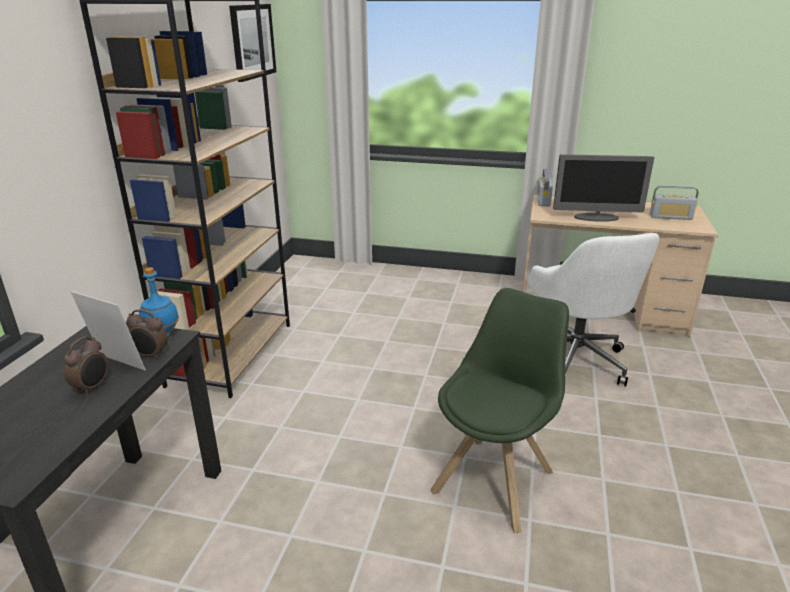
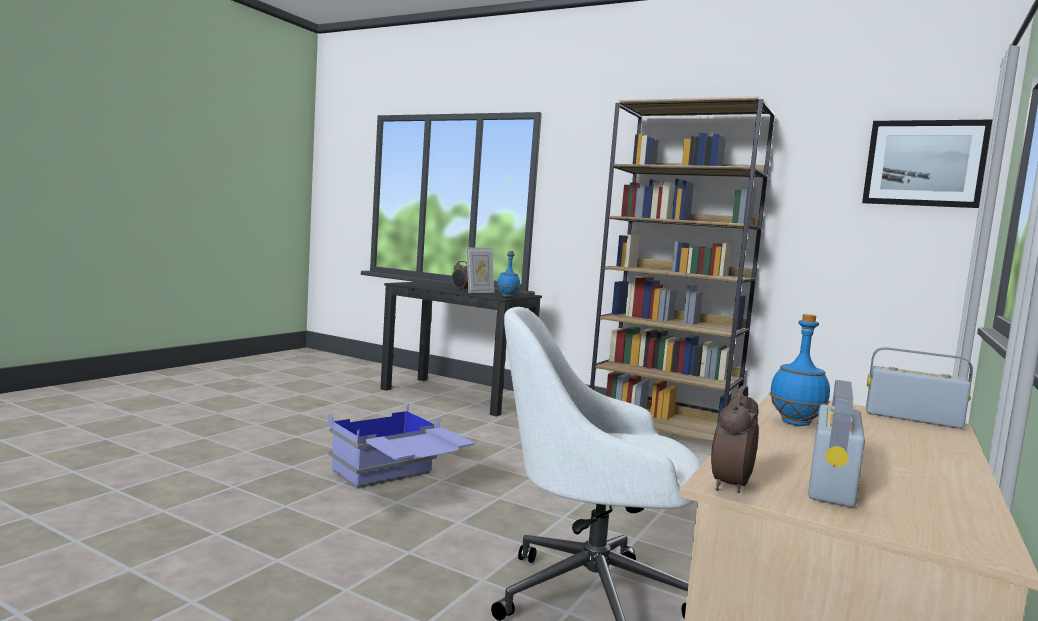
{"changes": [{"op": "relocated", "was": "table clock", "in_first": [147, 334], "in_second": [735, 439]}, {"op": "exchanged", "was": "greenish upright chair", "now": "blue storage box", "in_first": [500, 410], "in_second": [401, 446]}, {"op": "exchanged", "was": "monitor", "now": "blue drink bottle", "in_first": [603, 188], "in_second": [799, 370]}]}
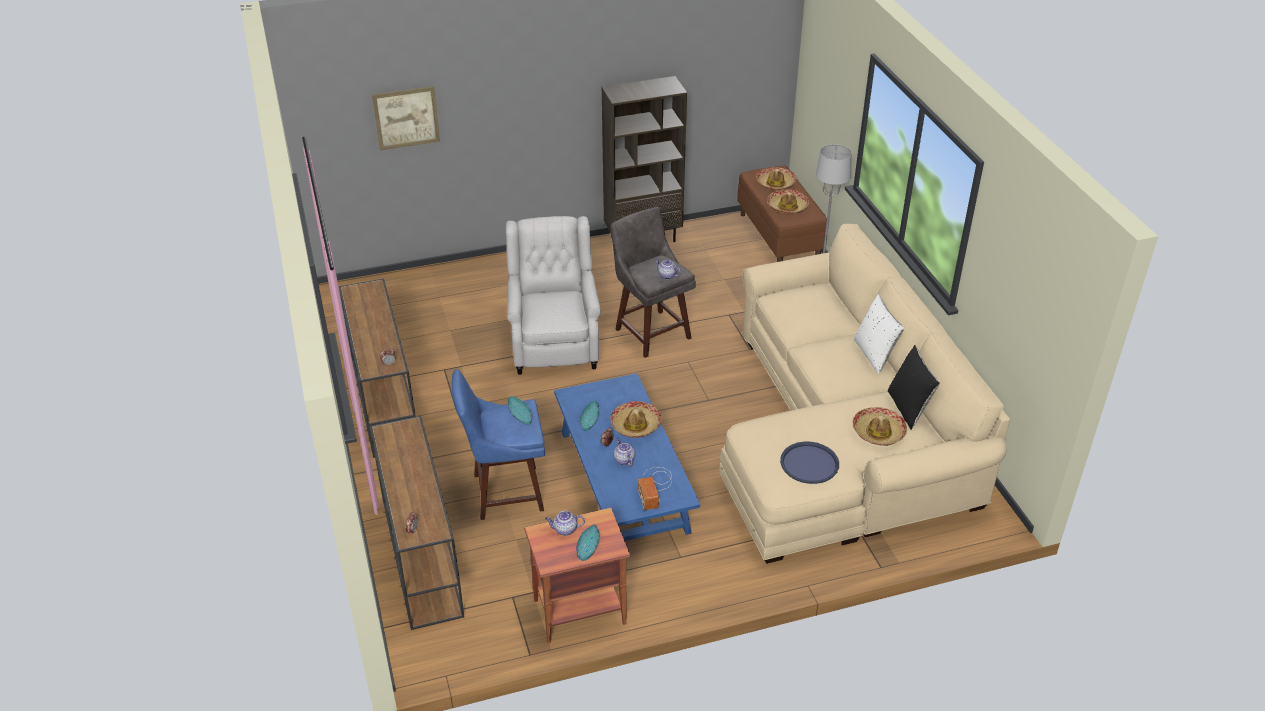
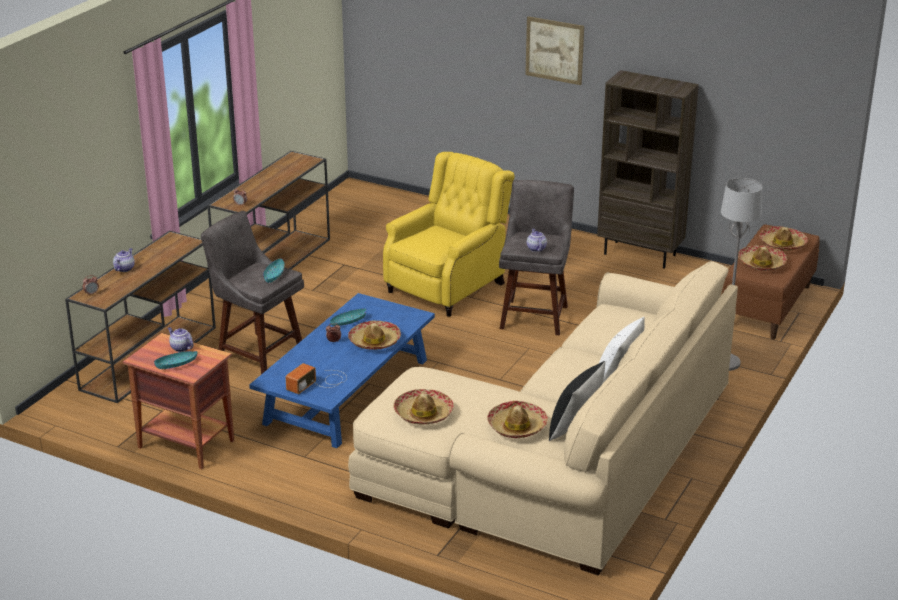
{"changes": [{"op": "relocated", "was": "picture", "in_first": [406, 118], "in_second": [554, 50]}, {"op": "relocated", "was": "tea pot", "in_first": [624, 452], "in_second": [124, 260]}, {"op": "exchanged", "was": "blue tray", "now": "clothing hat", "in_first": [809, 463], "in_second": [424, 407]}, {"op": "colour", "was": "blue stool", "now": "greyish stool", "in_first": [498, 444], "in_second": [252, 292]}, {"op": "colour", "was": "white armchair", "now": "yellowish armchair", "in_first": [553, 295], "in_second": [449, 234]}]}
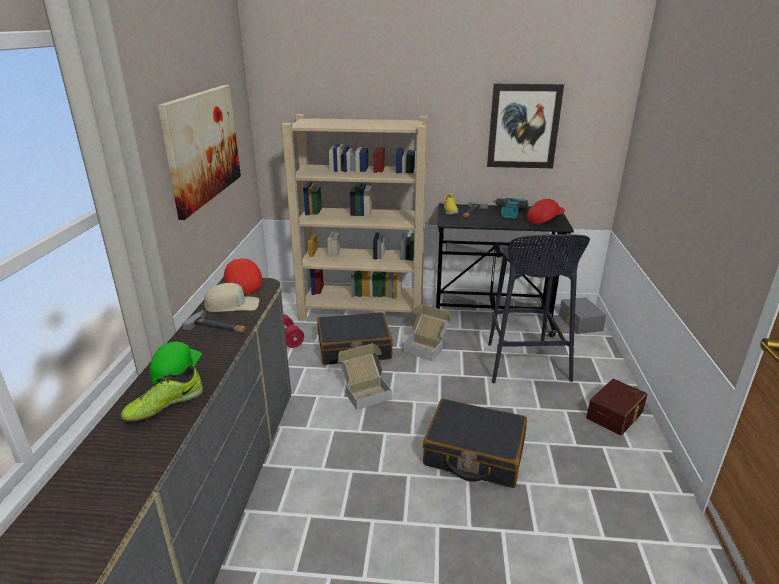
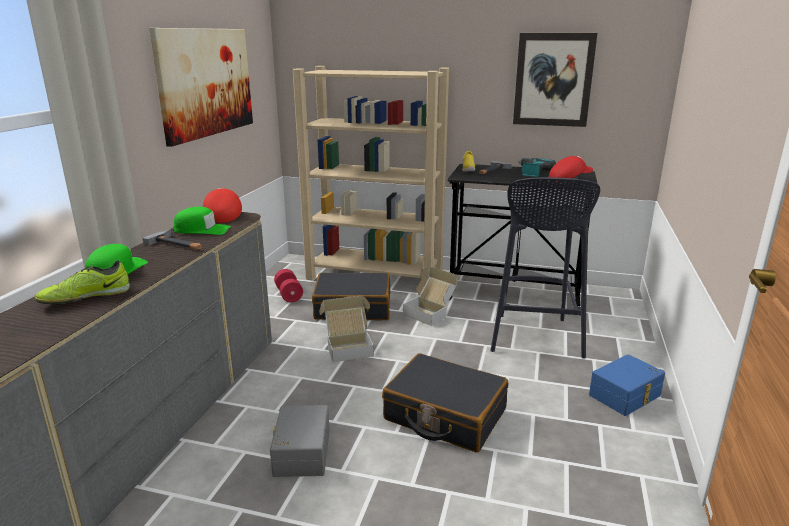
{"changes": [{"op": "relocated", "was": "greyish storage box", "in_first": [582, 315], "in_second": [300, 441]}, {"op": "colour", "was": "beige peaked cap", "now": "greenish peaked cap", "in_first": [231, 297], "in_second": [202, 221]}, {"op": "colour", "was": "brown-coloured storage box", "now": "blue storage box", "in_first": [616, 407], "in_second": [627, 385]}]}
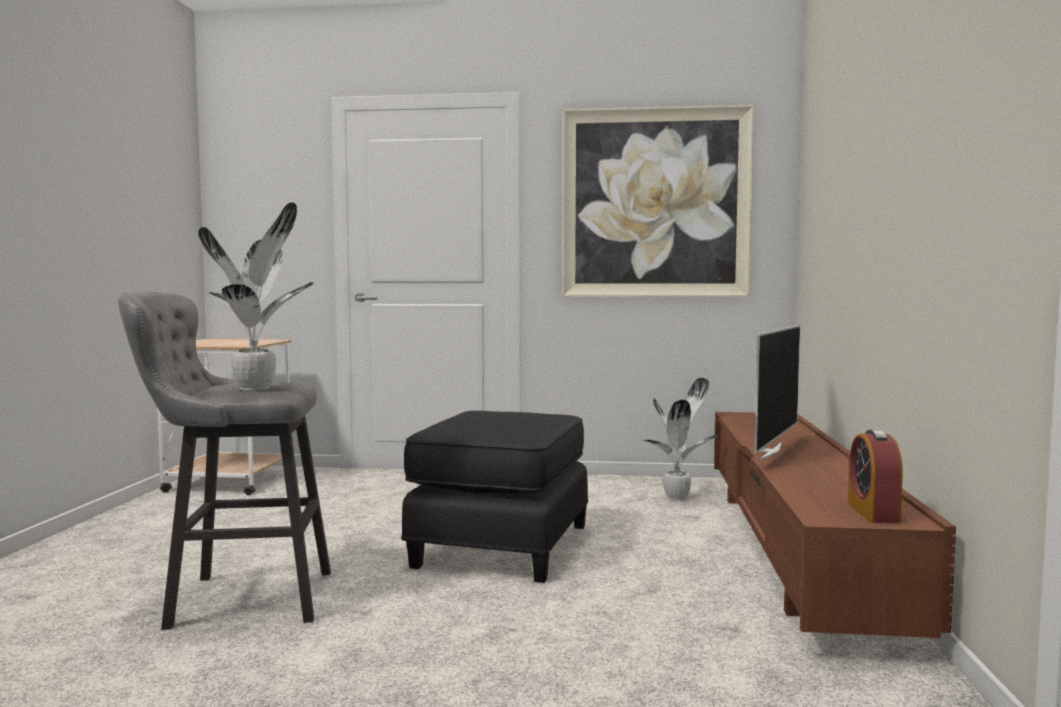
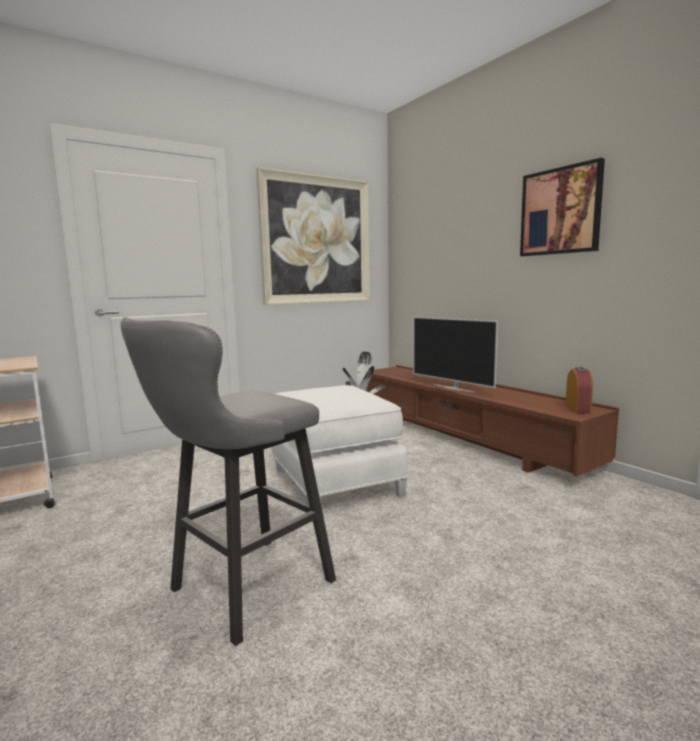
{"changes": [{"op": "missing", "was": "potted plant", "in_first": [256, 296]}, {"op": "appeared", "now": "picture", "in_second": [562, 207]}, {"op": "colour", "was": "black-coloured ottoman", "now": "white ottoman", "in_first": [494, 497], "in_second": [339, 443]}, {"op": "spun", "was": "television", "in_first": [777, 392], "in_second": [455, 355], "clockwise": 150}, {"op": "spun", "was": "table clock", "in_first": [875, 476], "in_second": [579, 390], "clockwise": -135}]}
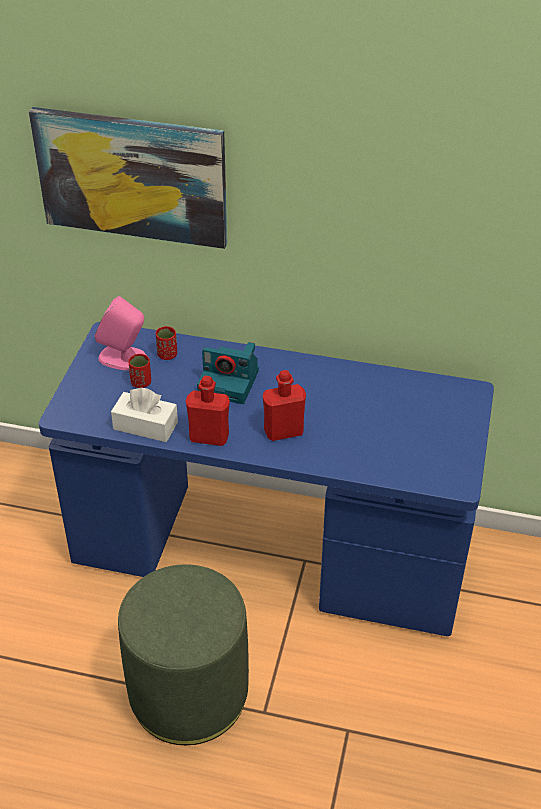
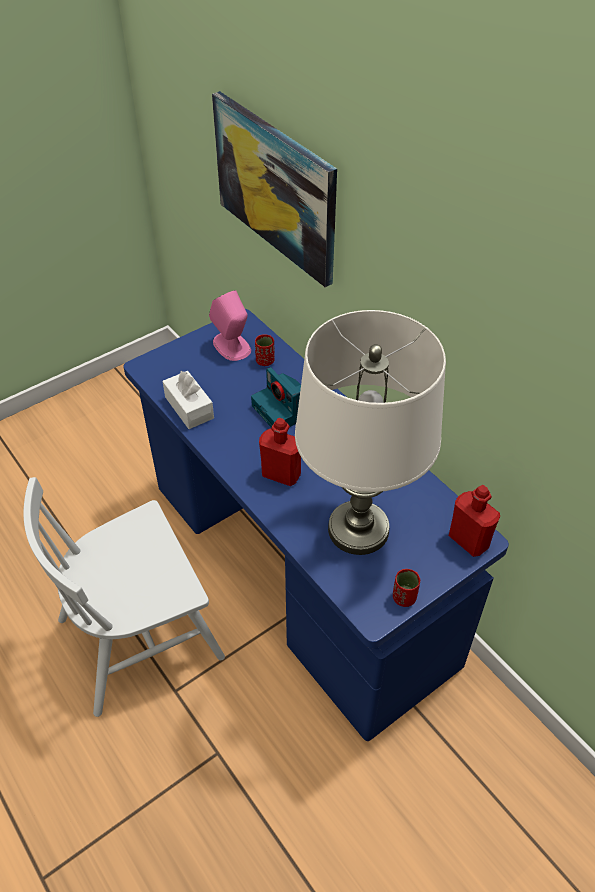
{"changes": [{"op": "appeared", "now": "white lamp for a table", "in_second": [370, 432]}, {"op": "relocated", "was": "reddish small cup", "in_first": [139, 371], "in_second": [407, 588]}, {"op": "relocated", "was": "reddish drink bottle", "in_first": [208, 411], "in_second": [474, 521]}, {"op": "exchanged", "was": "greenish ottoman", "now": "white upright chair", "in_first": [183, 654], "in_second": [124, 597]}]}
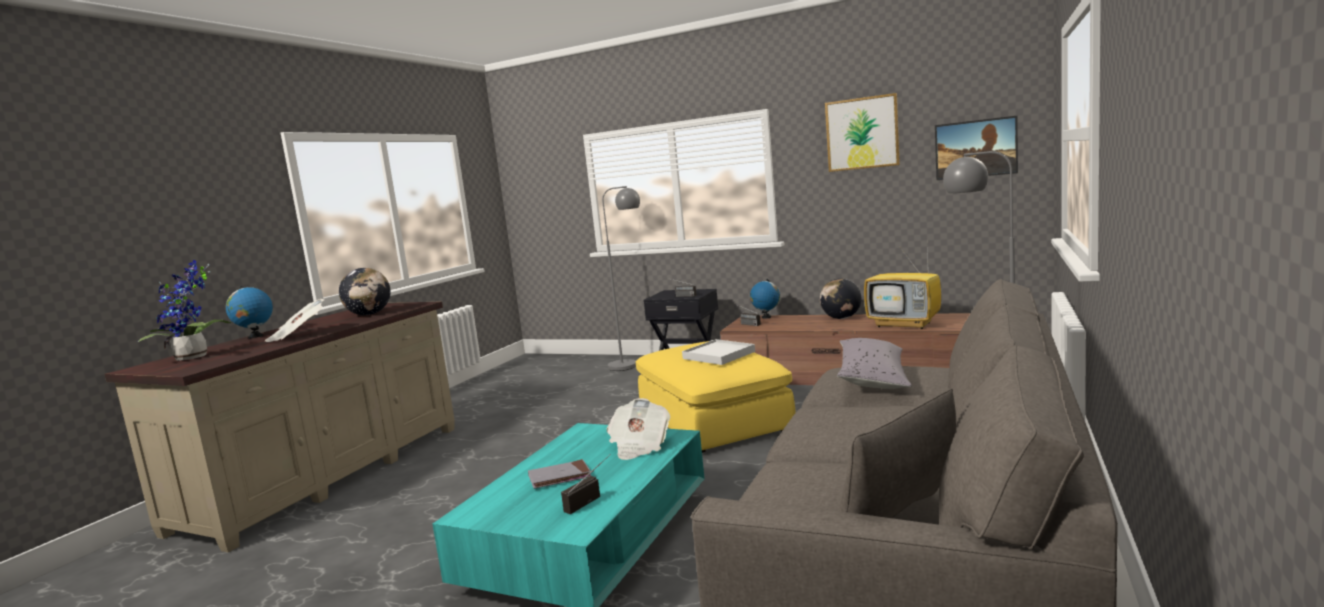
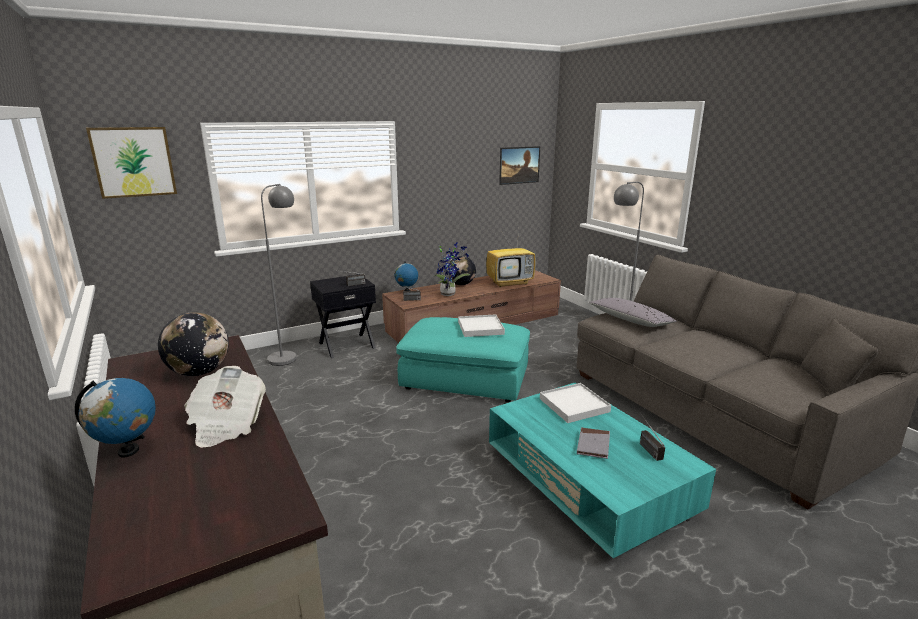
{"changes": [{"op": "relocated", "was": "potted plant", "in_first": [184, 310], "in_second": [452, 269]}, {"op": "relocated", "was": "picture", "in_first": [862, 132], "in_second": [131, 163]}, {"op": "exchanged", "was": "daily paper", "now": "white tray", "in_first": [639, 429], "in_second": [575, 403]}, {"op": "colour", "was": "yellowish ottoman", "now": "turquoise ottoman", "in_first": [716, 397], "in_second": [463, 359]}]}
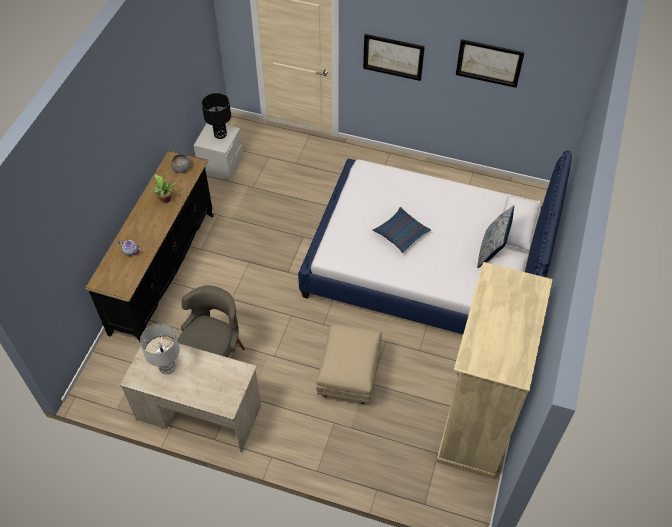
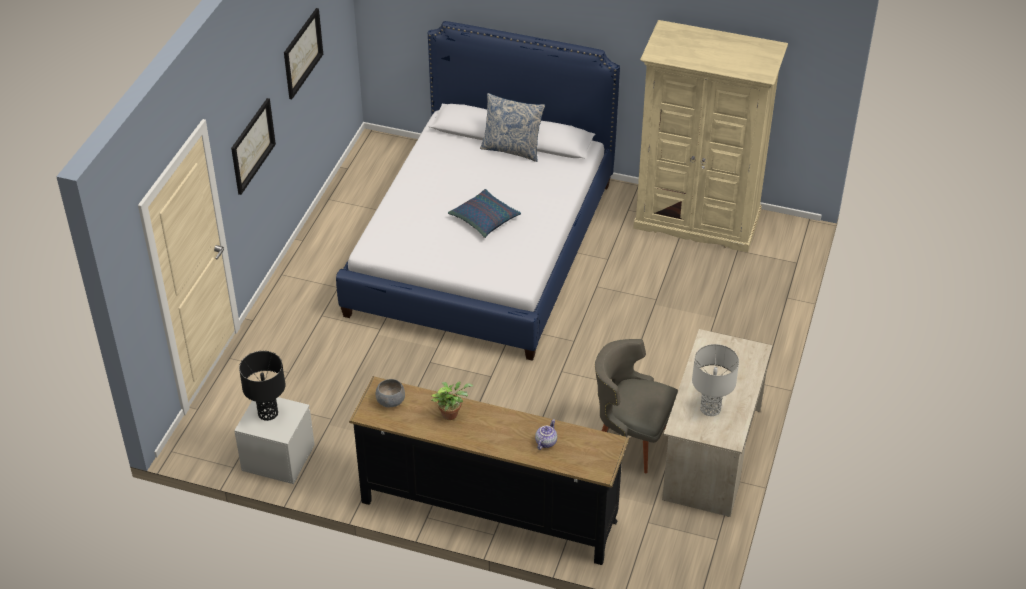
{"changes": [{"op": "missing", "was": "beige ottoman", "in_first": [349, 363]}]}
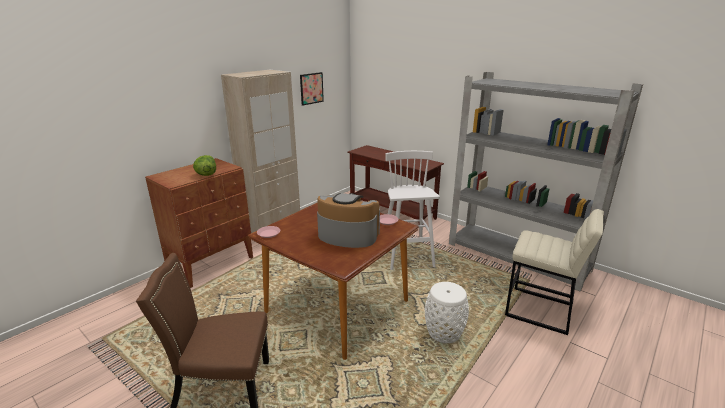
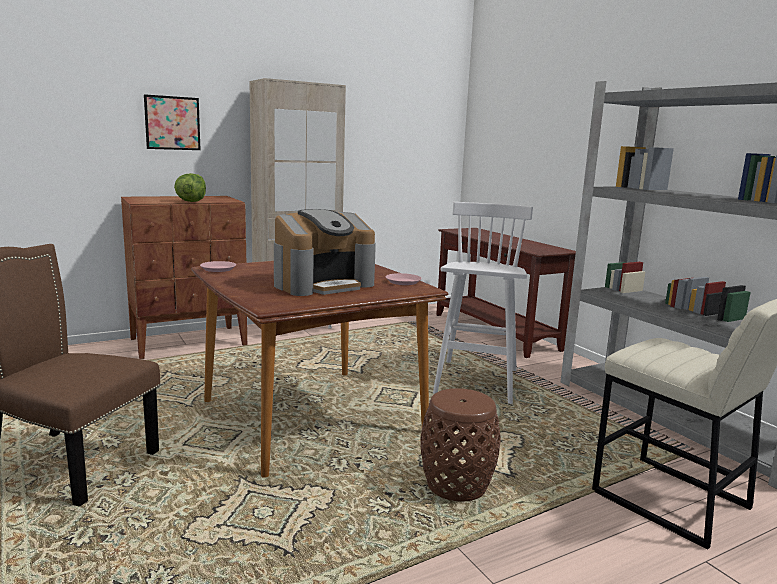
{"changes": [{"op": "relocated", "was": "picture", "in_first": [312, 89], "in_second": [172, 122]}, {"op": "colour", "was": "white stool", "now": "brown-coloured stool", "in_first": [447, 312], "in_second": [460, 445]}, {"op": "spun", "was": "coffee brewer", "in_first": [348, 220], "in_second": [325, 252], "clockwise": 105}]}
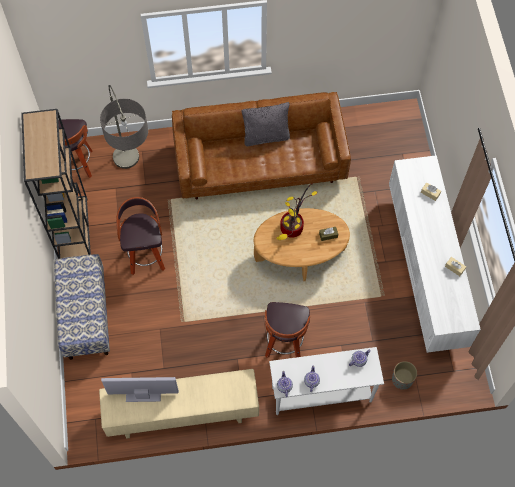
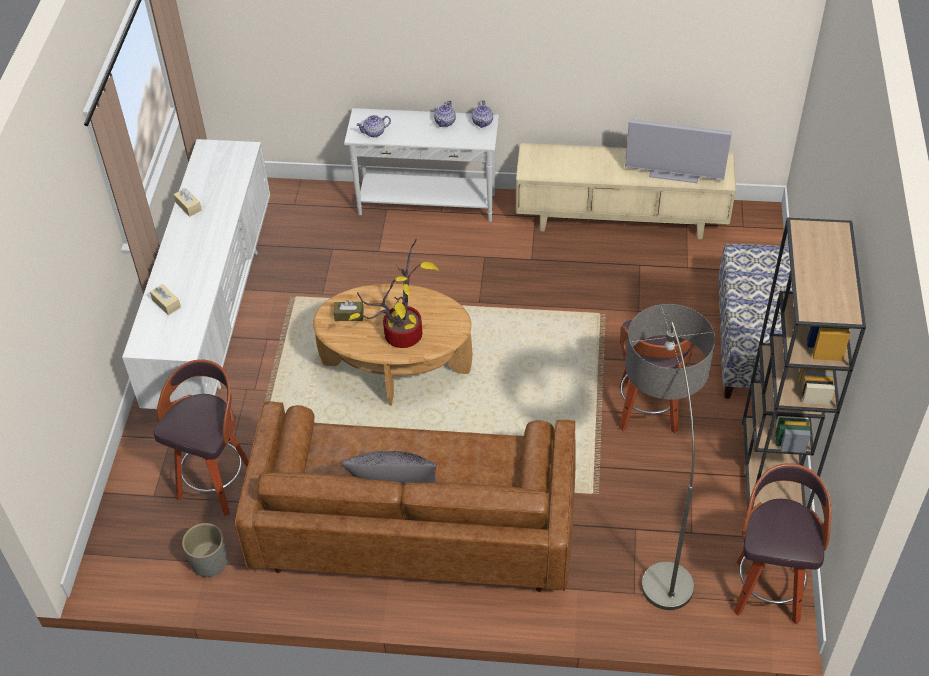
{"changes": [{"op": "relocated", "was": "stool", "in_first": [287, 330], "in_second": [201, 437]}, {"op": "relocated", "was": "greyish planter", "in_first": [404, 375], "in_second": [205, 550]}]}
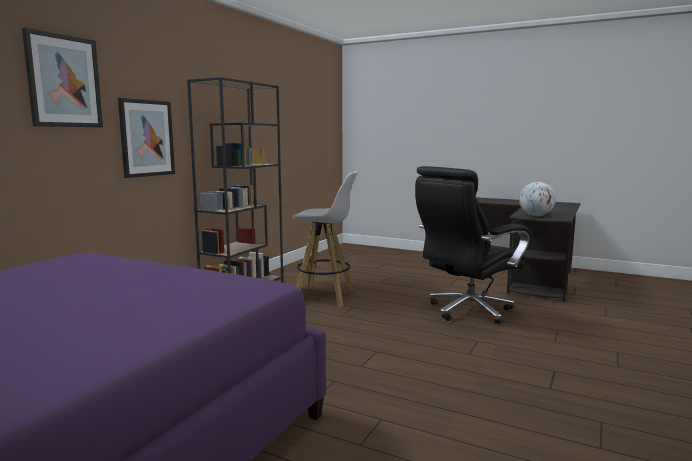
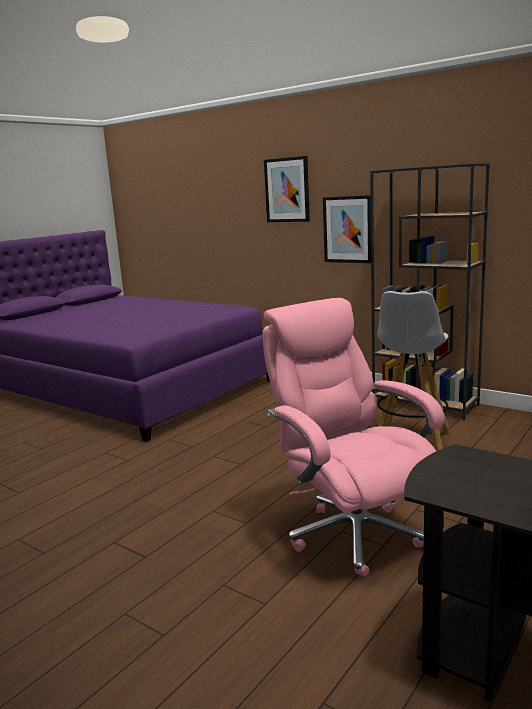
{"changes": [{"op": "missing", "was": "globe", "in_first": [537, 199]}, {"op": "colour", "was": "black-coloured desk chair", "now": "pink-coloured desk chair", "in_first": [473, 245], "in_second": [354, 437]}]}
